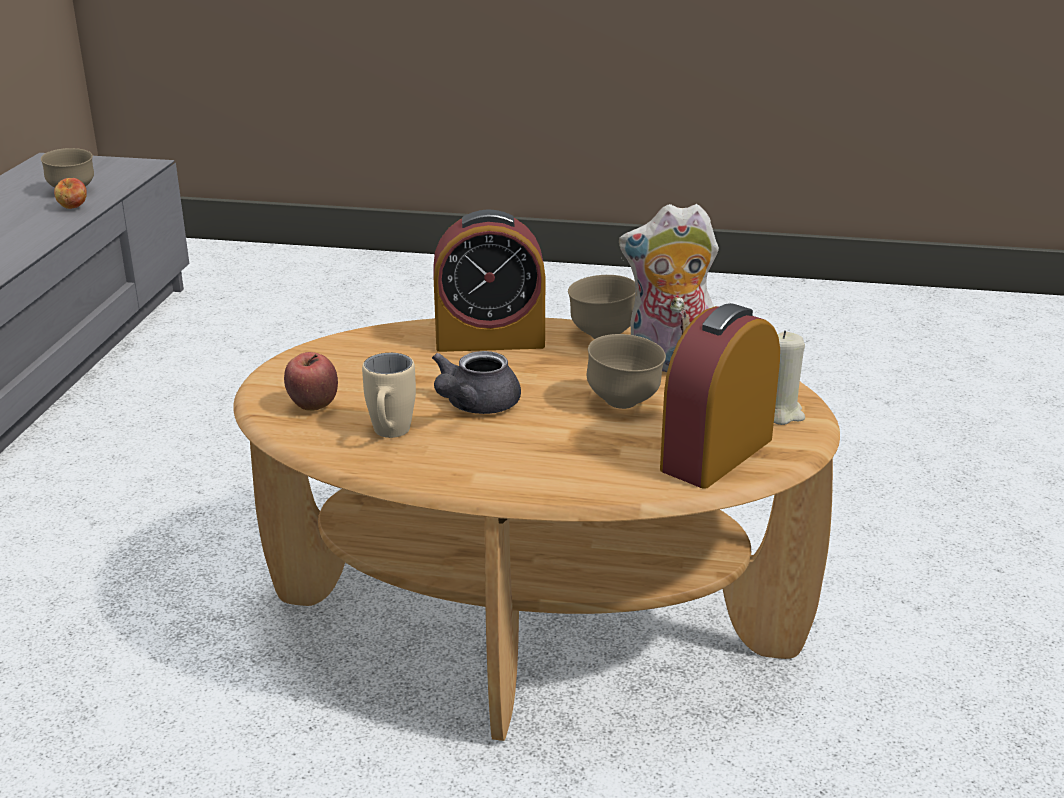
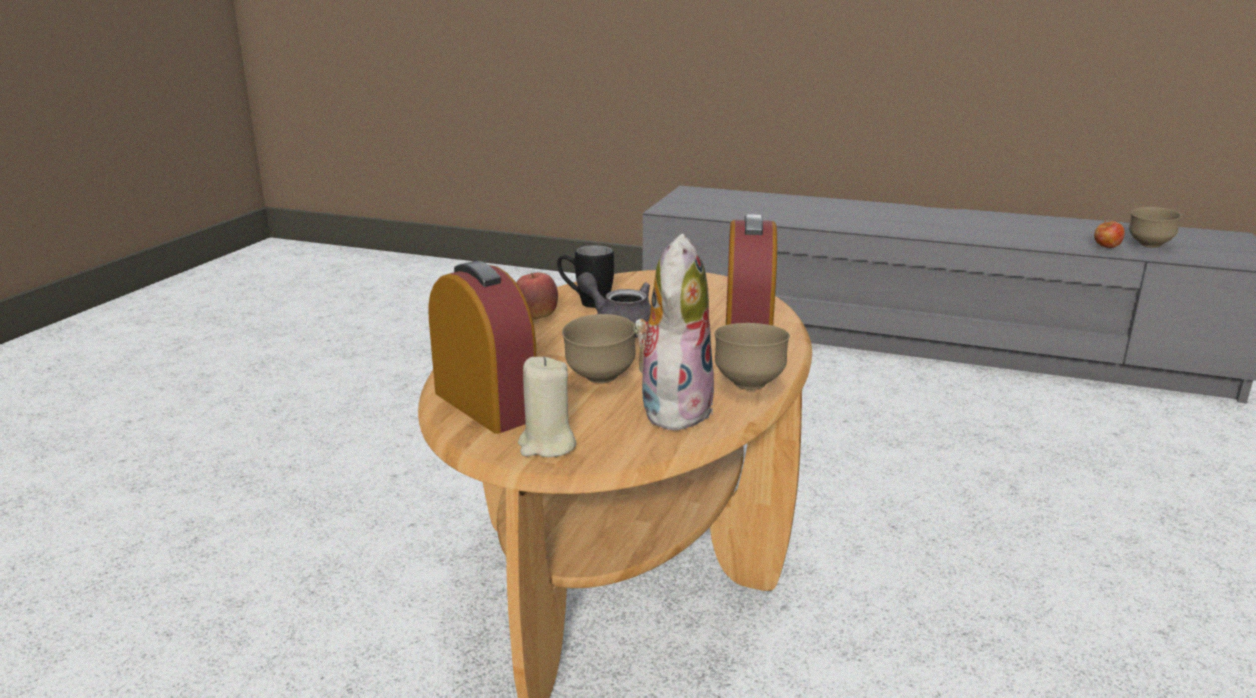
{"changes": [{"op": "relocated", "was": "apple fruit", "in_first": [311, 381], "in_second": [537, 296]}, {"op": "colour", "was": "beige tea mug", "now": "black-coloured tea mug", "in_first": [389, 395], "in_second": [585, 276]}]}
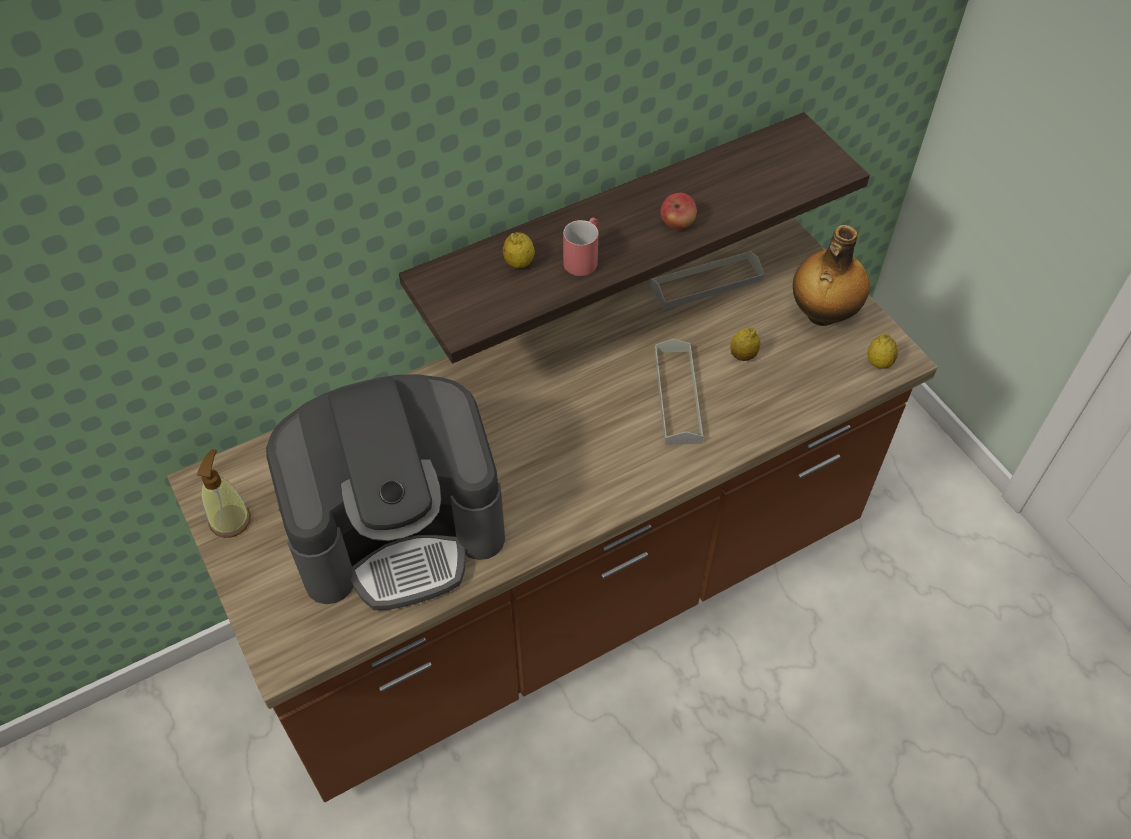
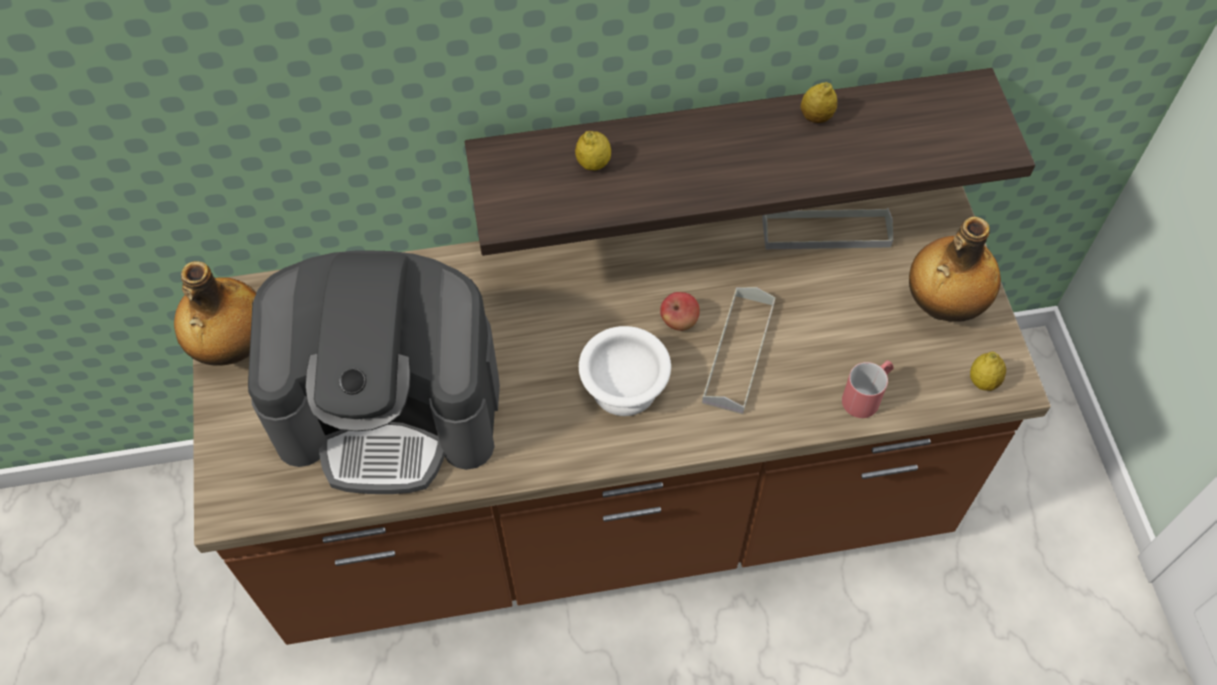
{"changes": [{"op": "appeared", "now": "white deep dish", "in_second": [625, 371]}, {"op": "relocated", "was": "reddish tea mug", "in_first": [581, 247], "in_second": [868, 389]}, {"op": "relocated", "was": "apple fruit", "in_first": [678, 211], "in_second": [680, 311]}, {"op": "relocated", "was": "whole lemon", "in_first": [745, 344], "in_second": [819, 102]}, {"op": "exchanged", "was": "soap bottle", "now": "drink bottle", "in_first": [224, 493], "in_second": [215, 313]}]}
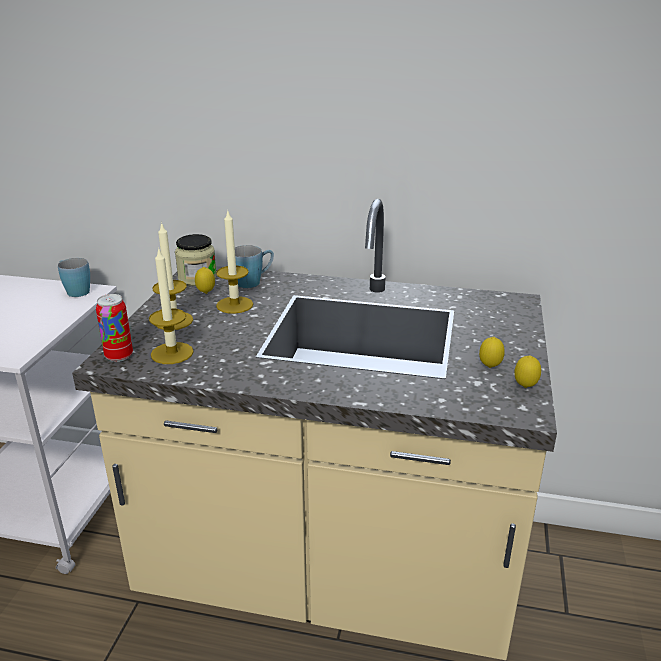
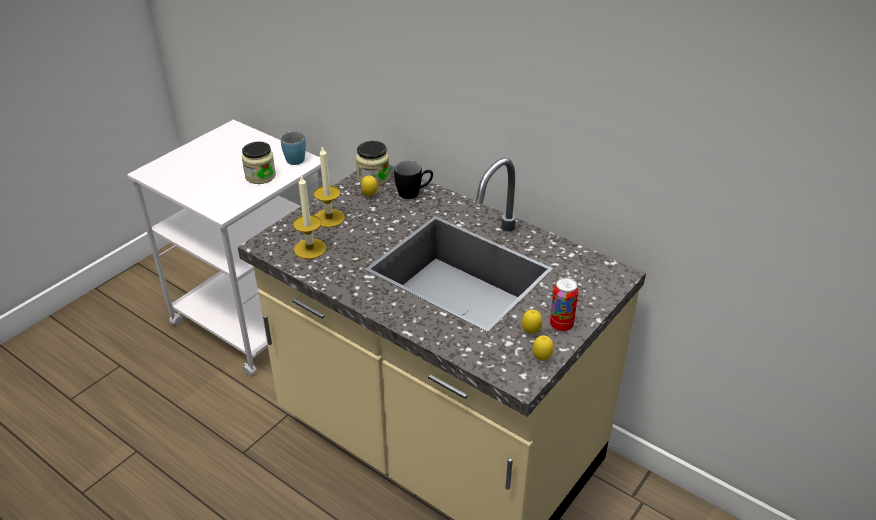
{"changes": [{"op": "missing", "was": "wax candle", "in_first": [234, 262]}, {"op": "appeared", "now": "preserve jar", "in_second": [259, 163]}, {"op": "relocated", "was": "sealed can", "in_first": [114, 328], "in_second": [564, 304]}, {"op": "colour", "was": "blue tea mug", "now": "black-coloured tea mug", "in_first": [254, 266], "in_second": [413, 180]}]}
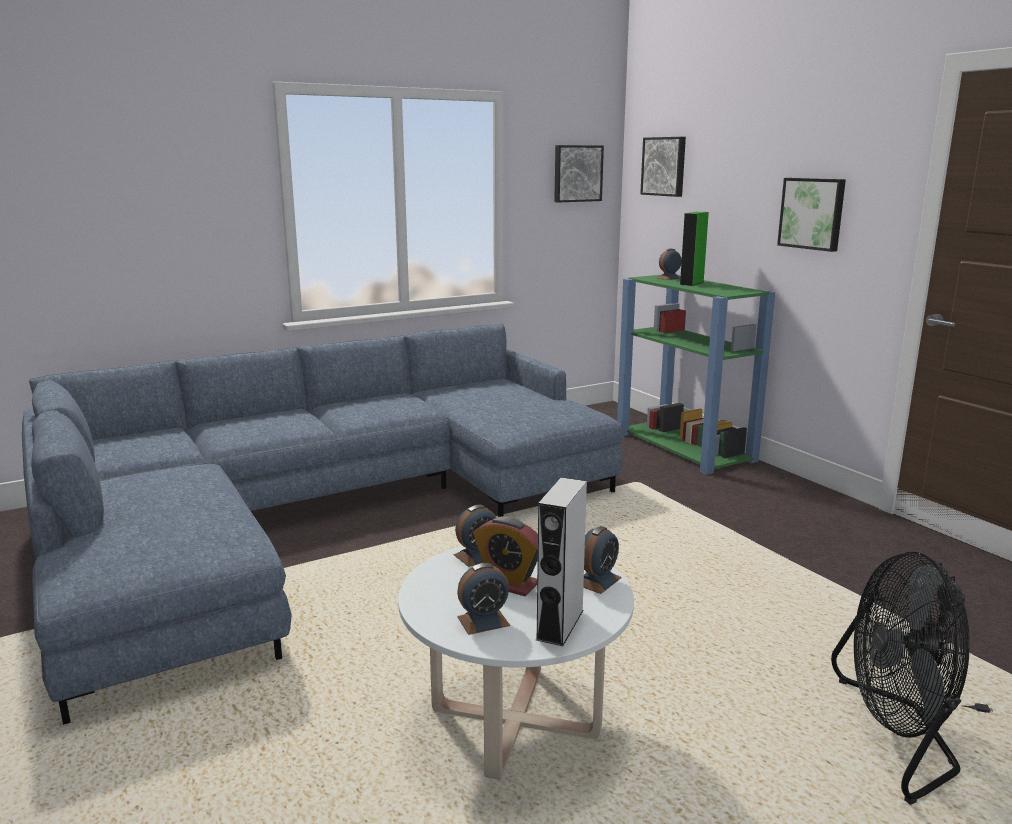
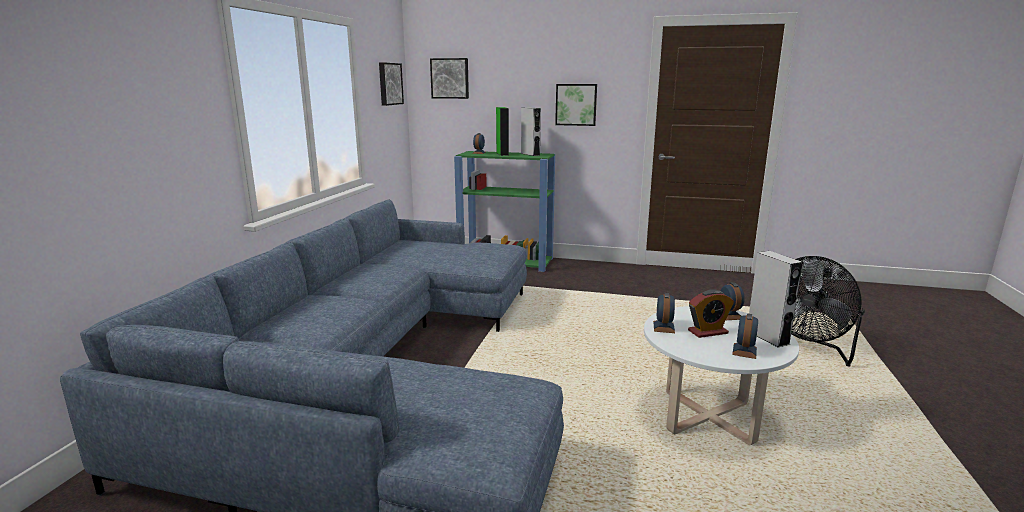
{"changes": [{"op": "appeared", "now": "greyish audio speaker", "in_second": [531, 131]}]}
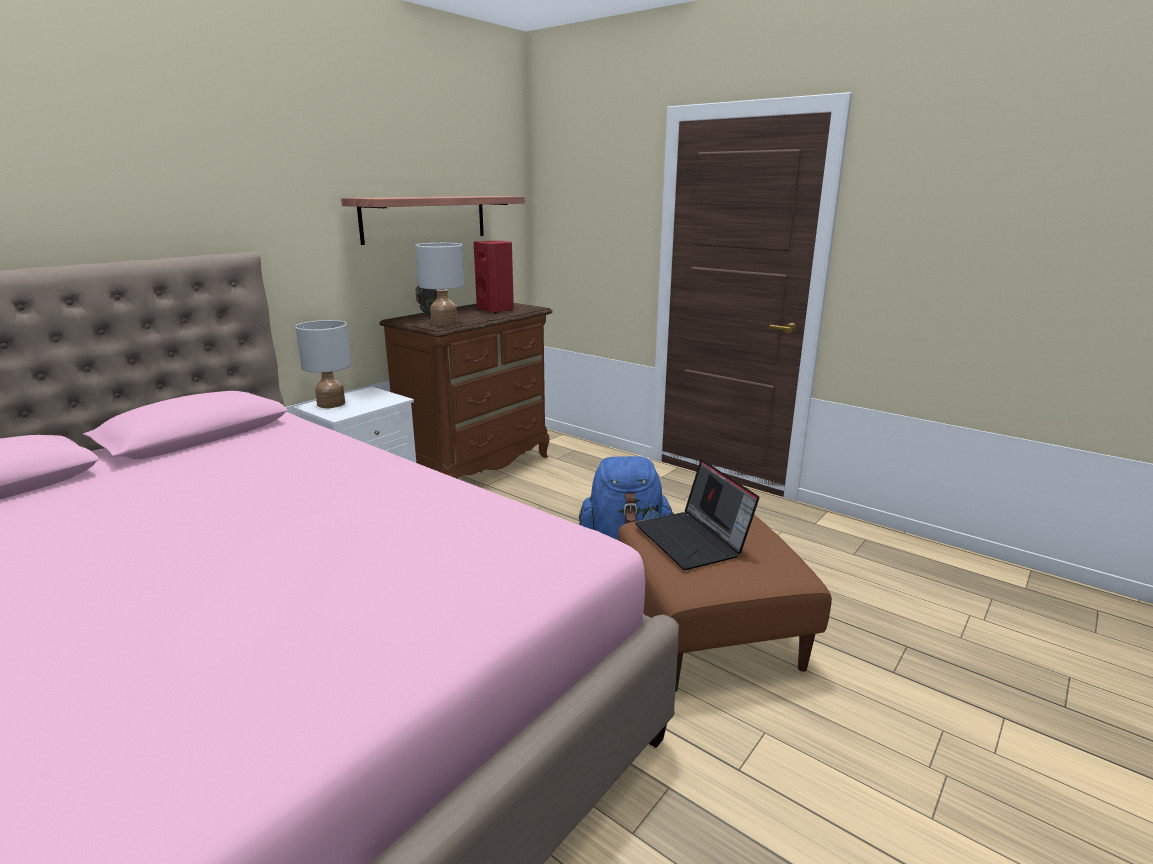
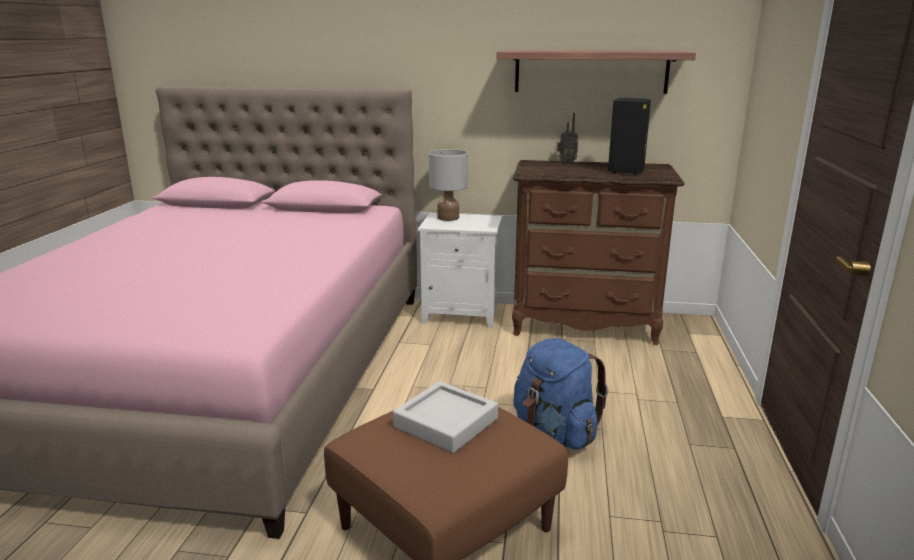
{"changes": [{"op": "missing", "was": "greyish lamp for a table", "in_first": [439, 284]}, {"op": "exchanged", "was": "notebook computer", "now": "greyish tray", "in_first": [697, 514], "in_second": [445, 417]}, {"op": "colour", "was": "reddish audio speaker", "now": "black-coloured audio speaker", "in_first": [494, 277], "in_second": [629, 136]}]}
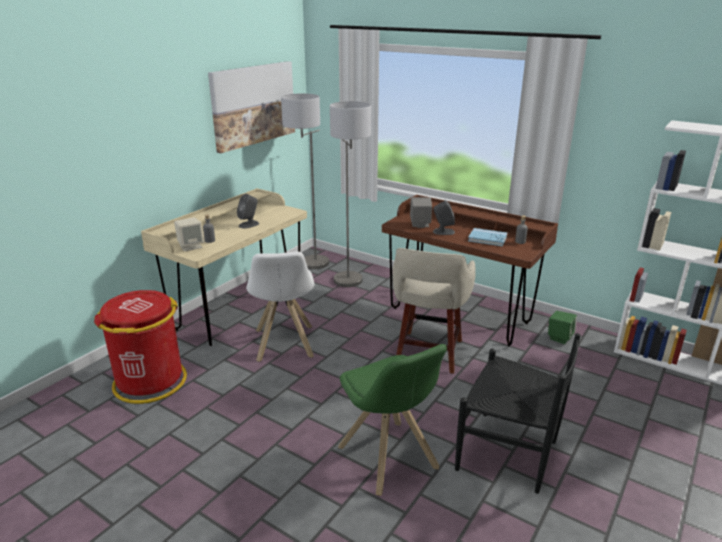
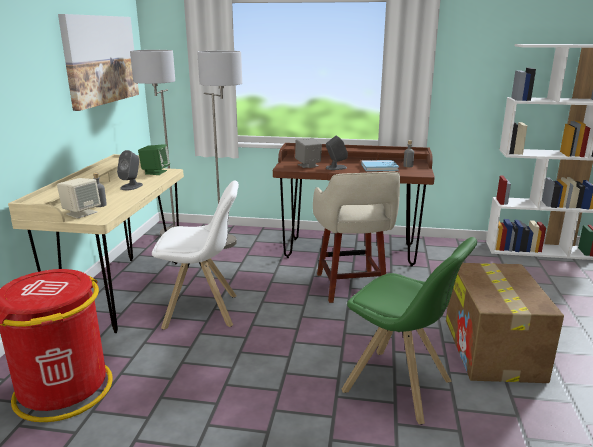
{"changes": [{"op": "relocated", "was": "greenish audio speaker", "in_first": [562, 327], "in_second": [154, 159]}, {"op": "exchanged", "was": "black-coloured upright chair", "now": "carton", "in_first": [517, 413], "in_second": [505, 323]}, {"op": "spun", "was": "white upright chair", "in_first": [280, 306], "in_second": [195, 255], "clockwise": -60}]}
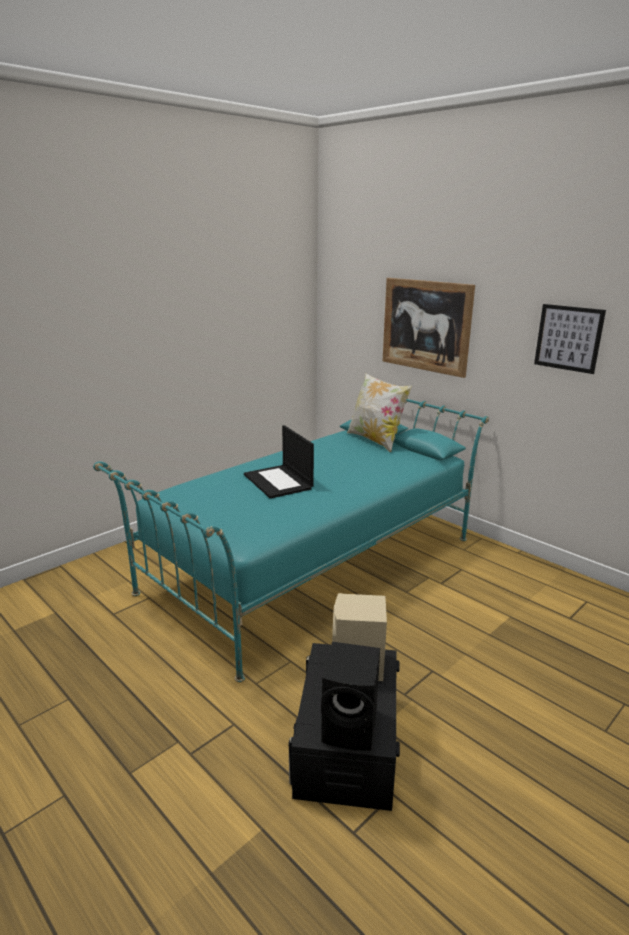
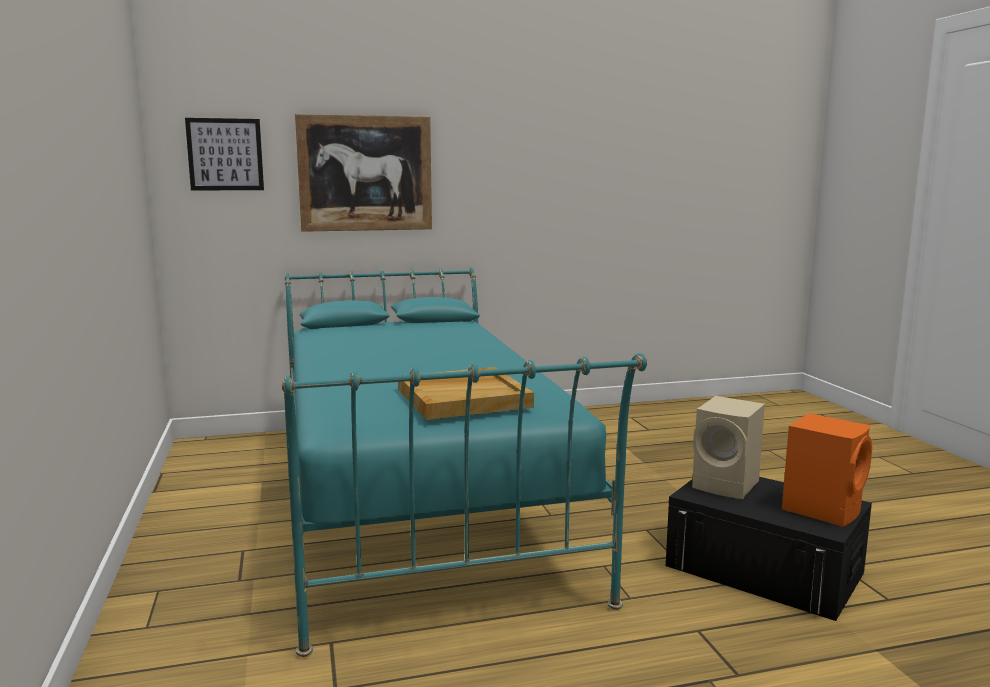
{"changes": [{"op": "missing", "was": "notebook computer", "in_first": [279, 462]}, {"op": "missing", "was": "pillow", "in_first": [379, 412]}, {"op": "appeared", "now": "beige tray", "in_second": [466, 393]}, {"op": "relocated", "was": "picture", "in_first": [570, 339], "in_second": [224, 154]}, {"op": "colour", "was": "black-coloured audio speaker", "now": "orangey audio speaker", "in_first": [350, 696], "in_second": [827, 470]}]}
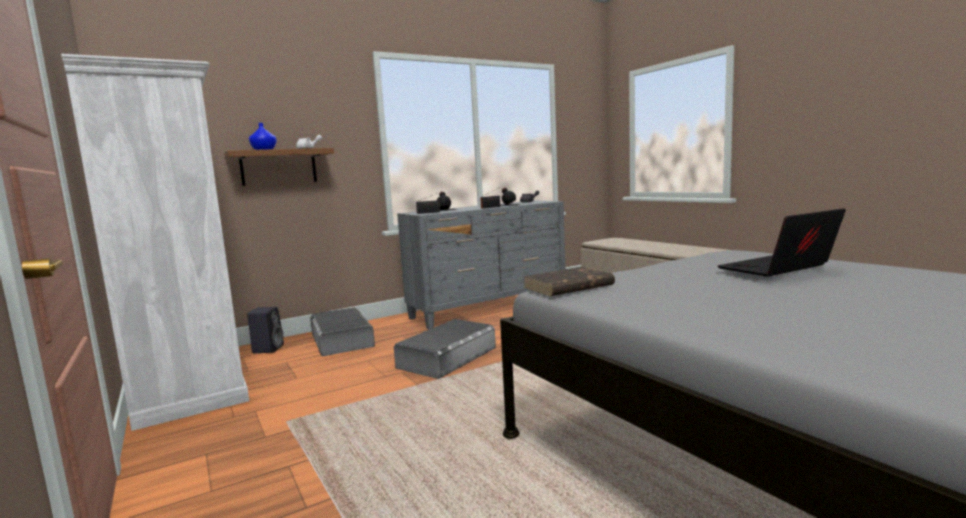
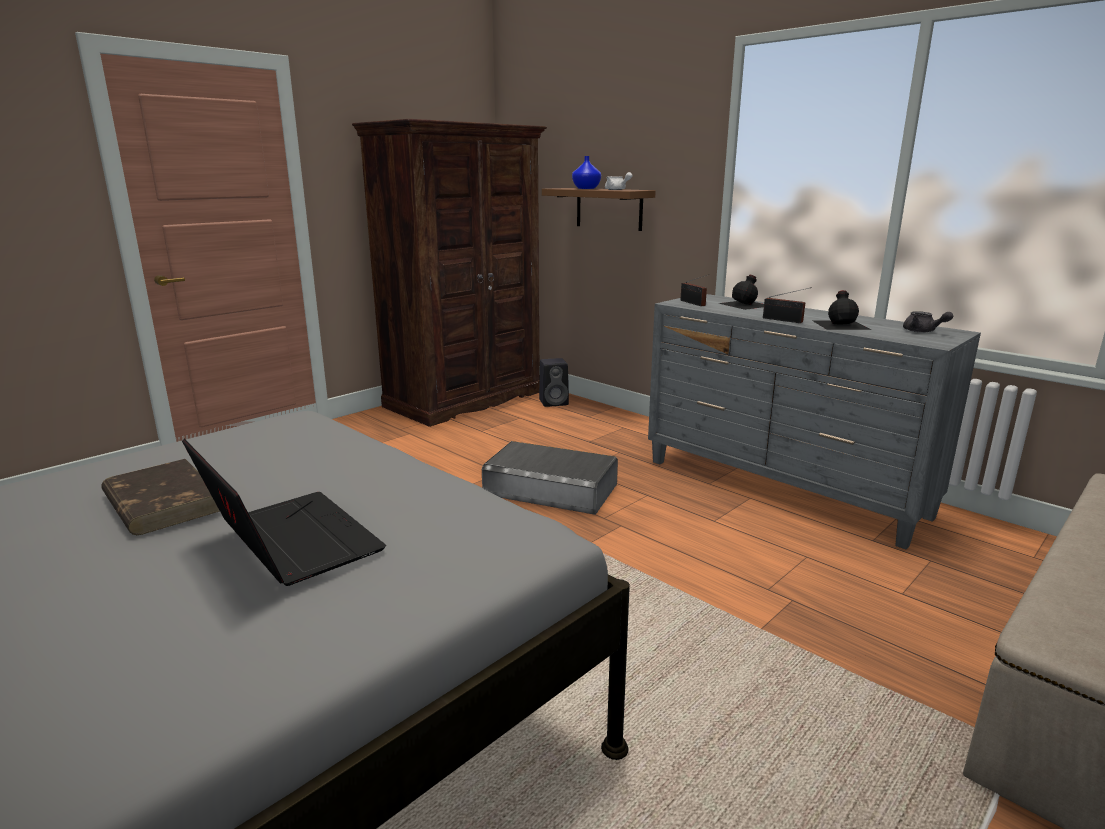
{"changes": [{"op": "missing", "was": "greyish storage box", "in_first": [342, 331]}, {"op": "relocated", "was": "brown-coloured volume", "in_first": [569, 281], "in_second": [160, 497]}, {"op": "colour", "was": "white wardrobe", "now": "brown-coloured wardrobe", "in_first": [155, 242], "in_second": [449, 273]}]}
